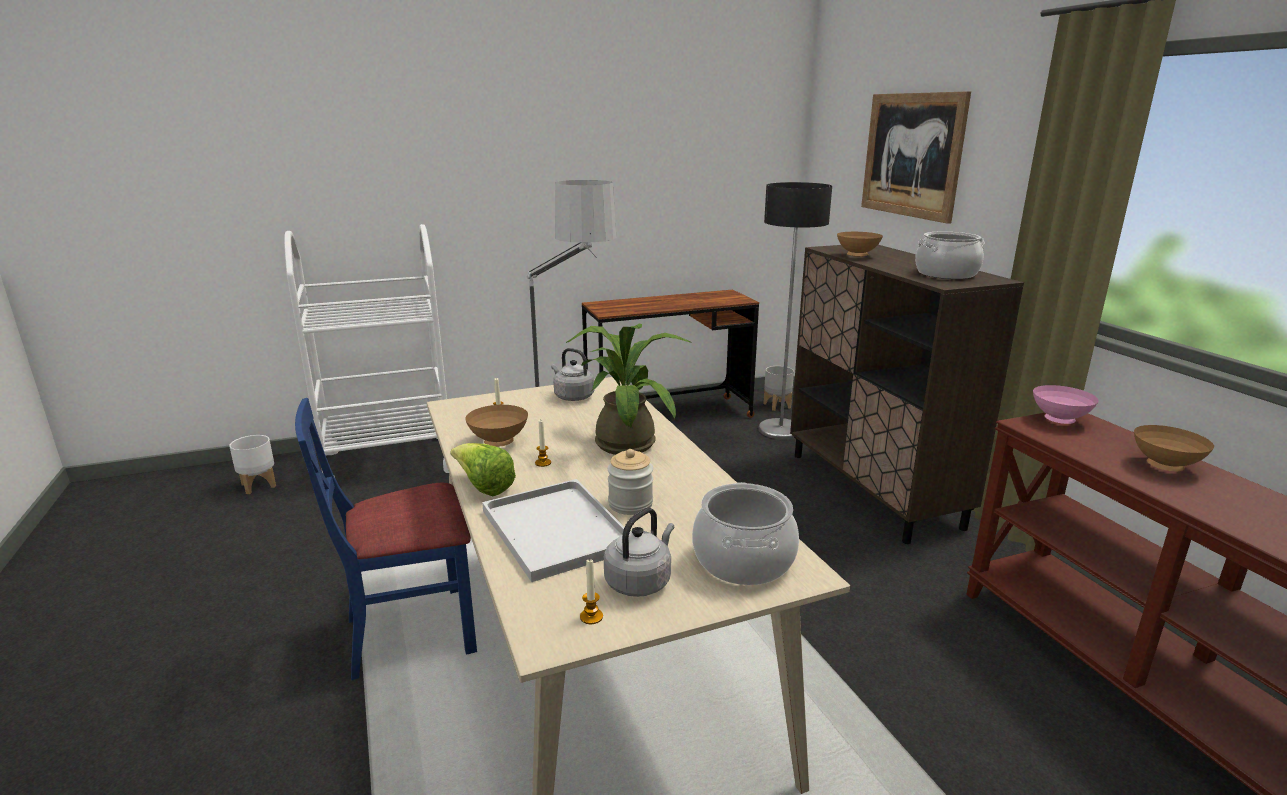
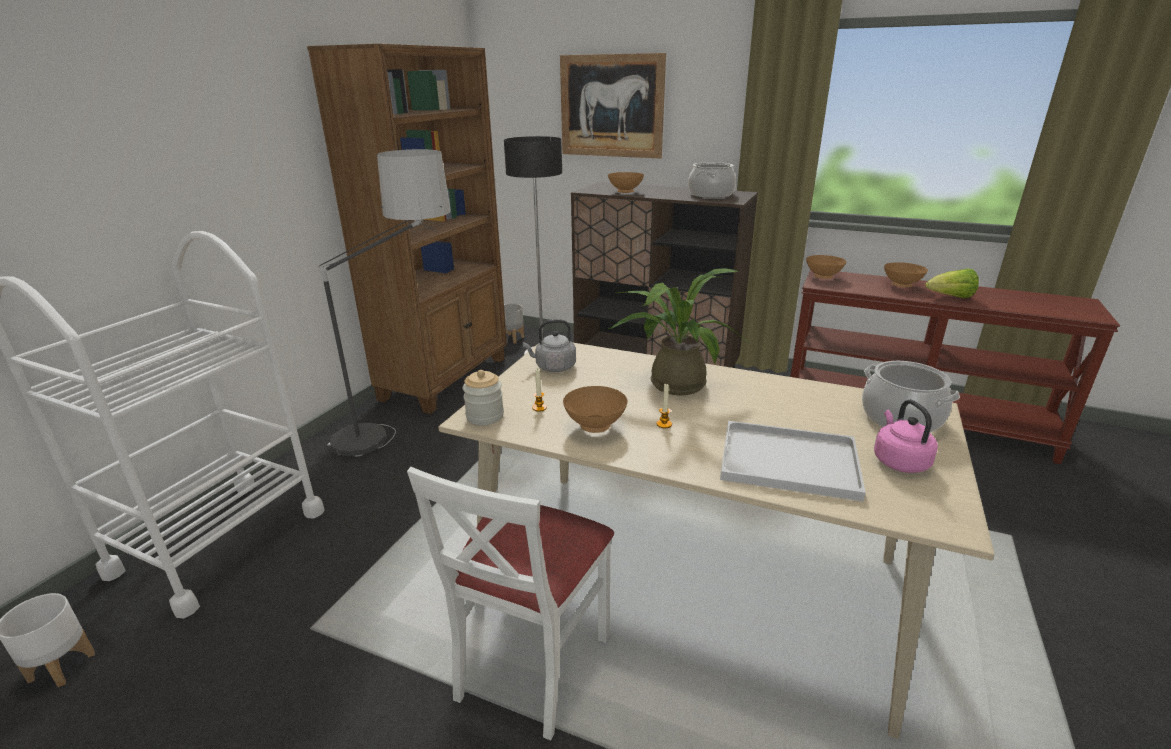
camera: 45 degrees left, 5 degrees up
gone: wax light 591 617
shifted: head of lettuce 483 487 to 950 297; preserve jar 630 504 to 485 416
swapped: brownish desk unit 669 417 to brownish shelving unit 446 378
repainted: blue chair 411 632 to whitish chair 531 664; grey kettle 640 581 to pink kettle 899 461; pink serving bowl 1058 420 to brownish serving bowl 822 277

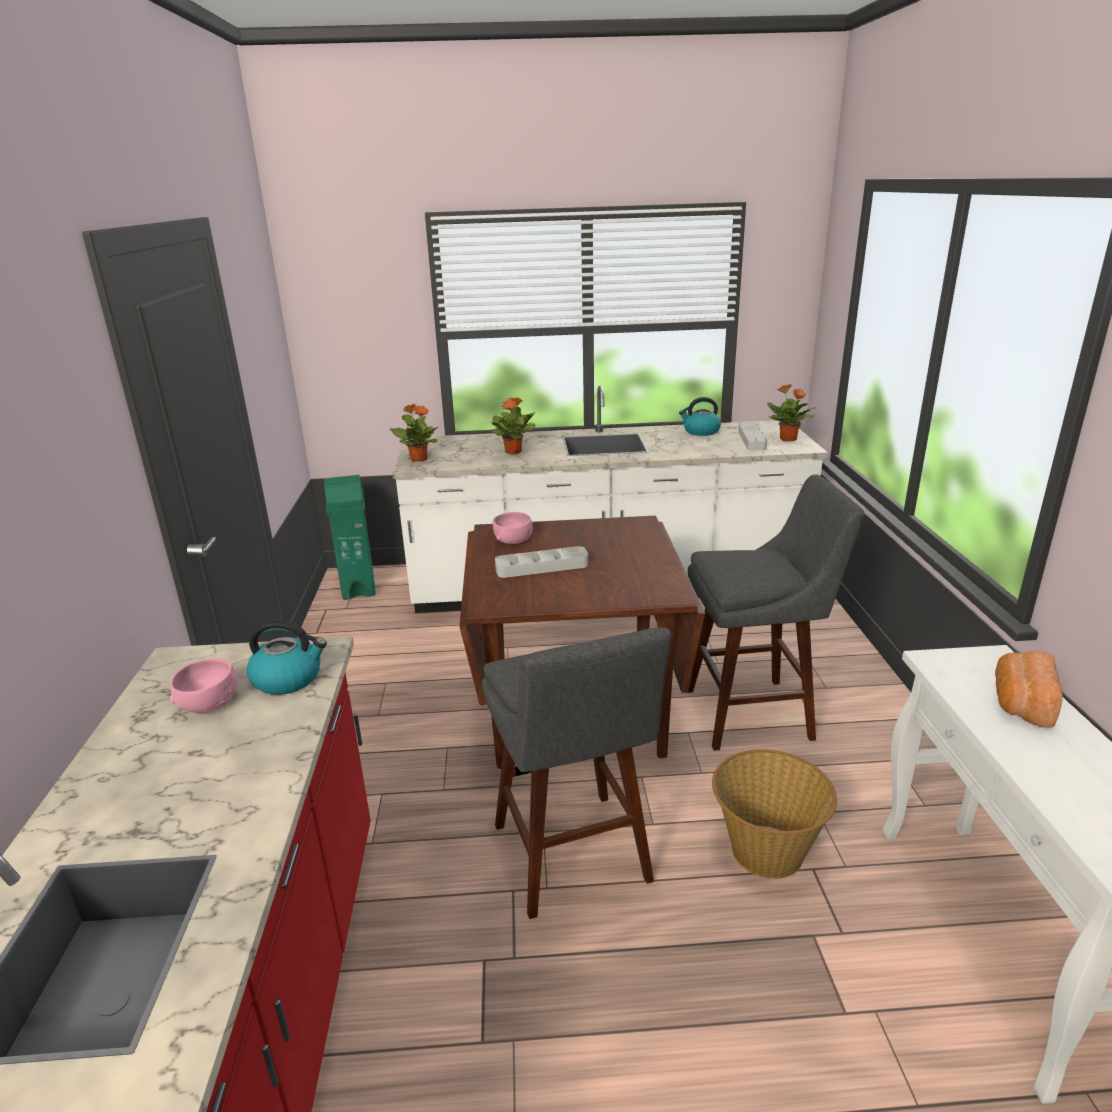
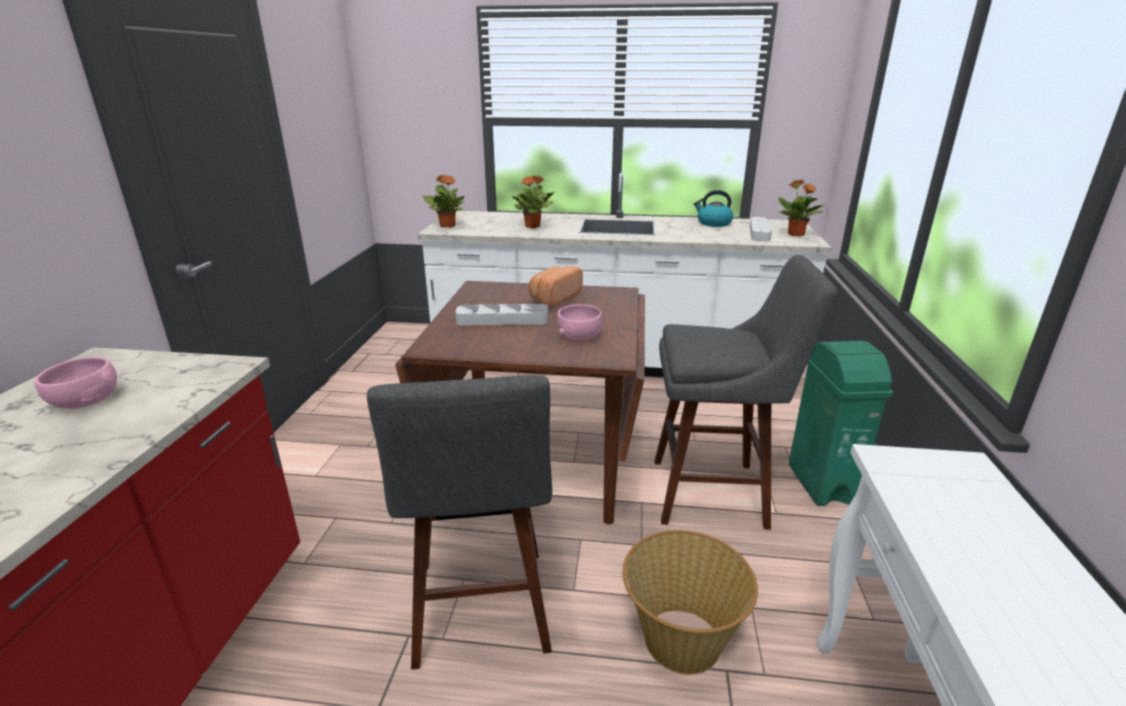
camera: 10 degrees right, 0 degrees up
gone: kettle 288 678
shifted: green rubbish bin 358 586 to 821 483; pink serving bowl 513 539 to 579 335; bread 1020 703 to 554 298

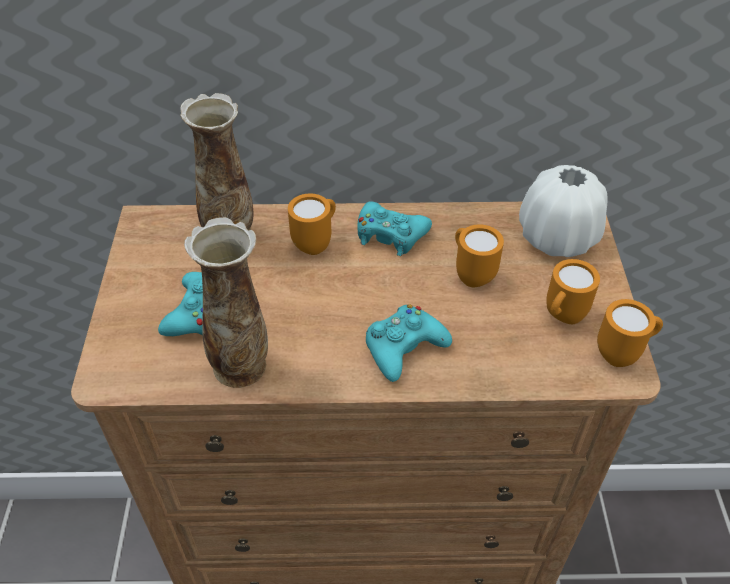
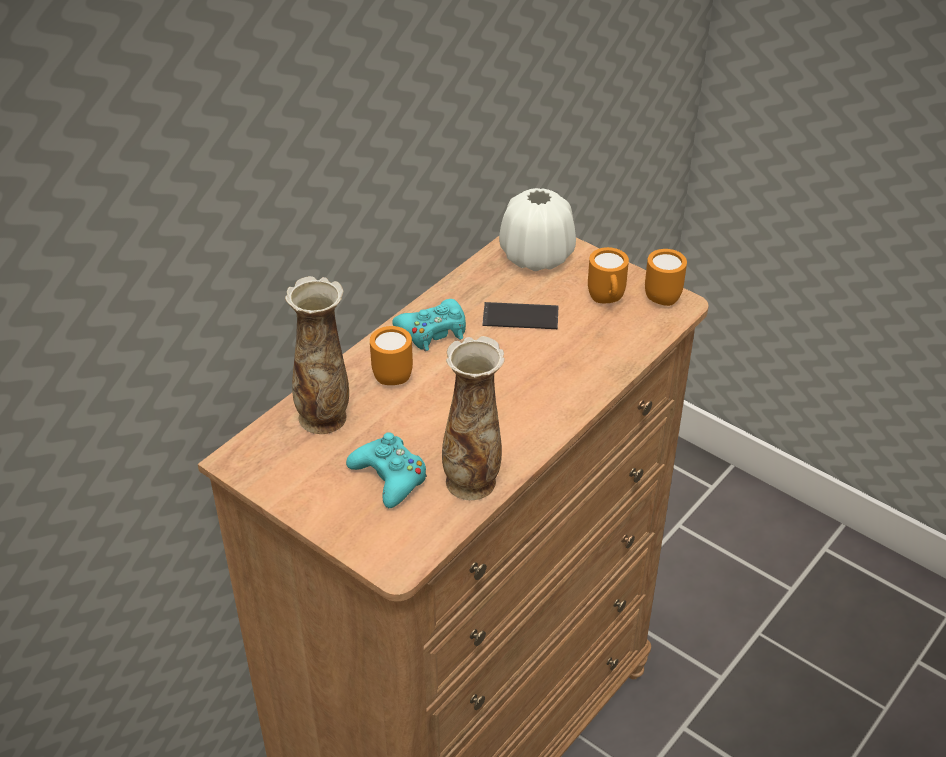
camera: 50 degrees left, 5 degrees down
gone: blue-green joypad 404 347
swapped: orange-coloured coffee mug 471 274 to handset 520 316

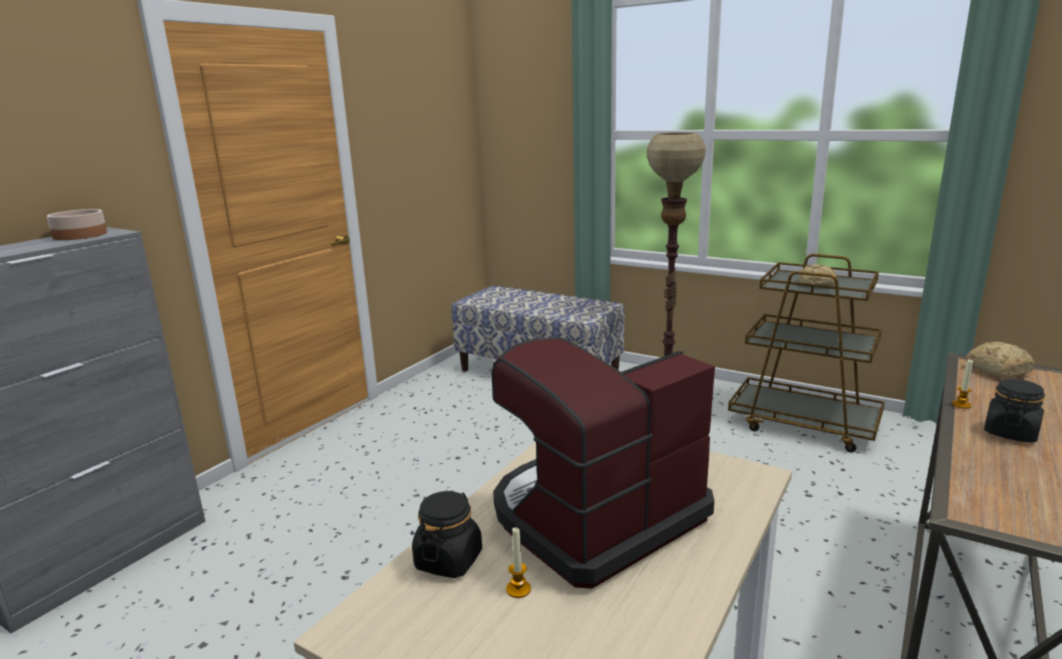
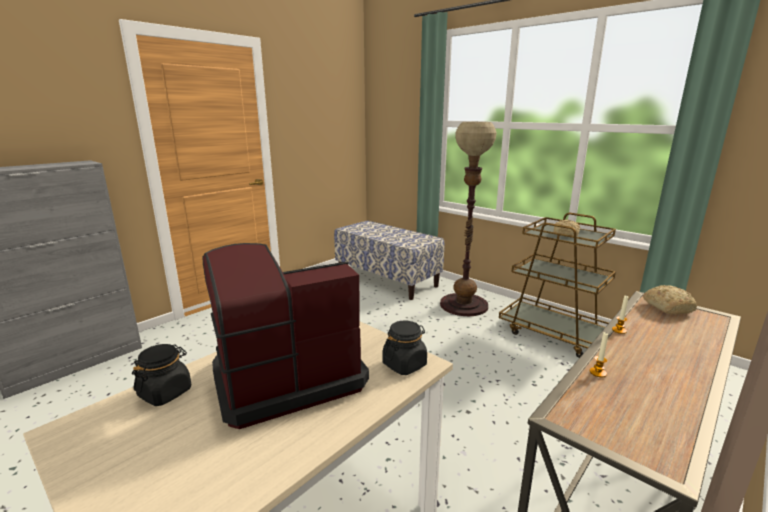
camera: 10 degrees right, 0 degrees up
gone: serving bowl 81 235
shifted: wax light 518 589 to 598 372; black preserve jar 1010 432 to 404 364

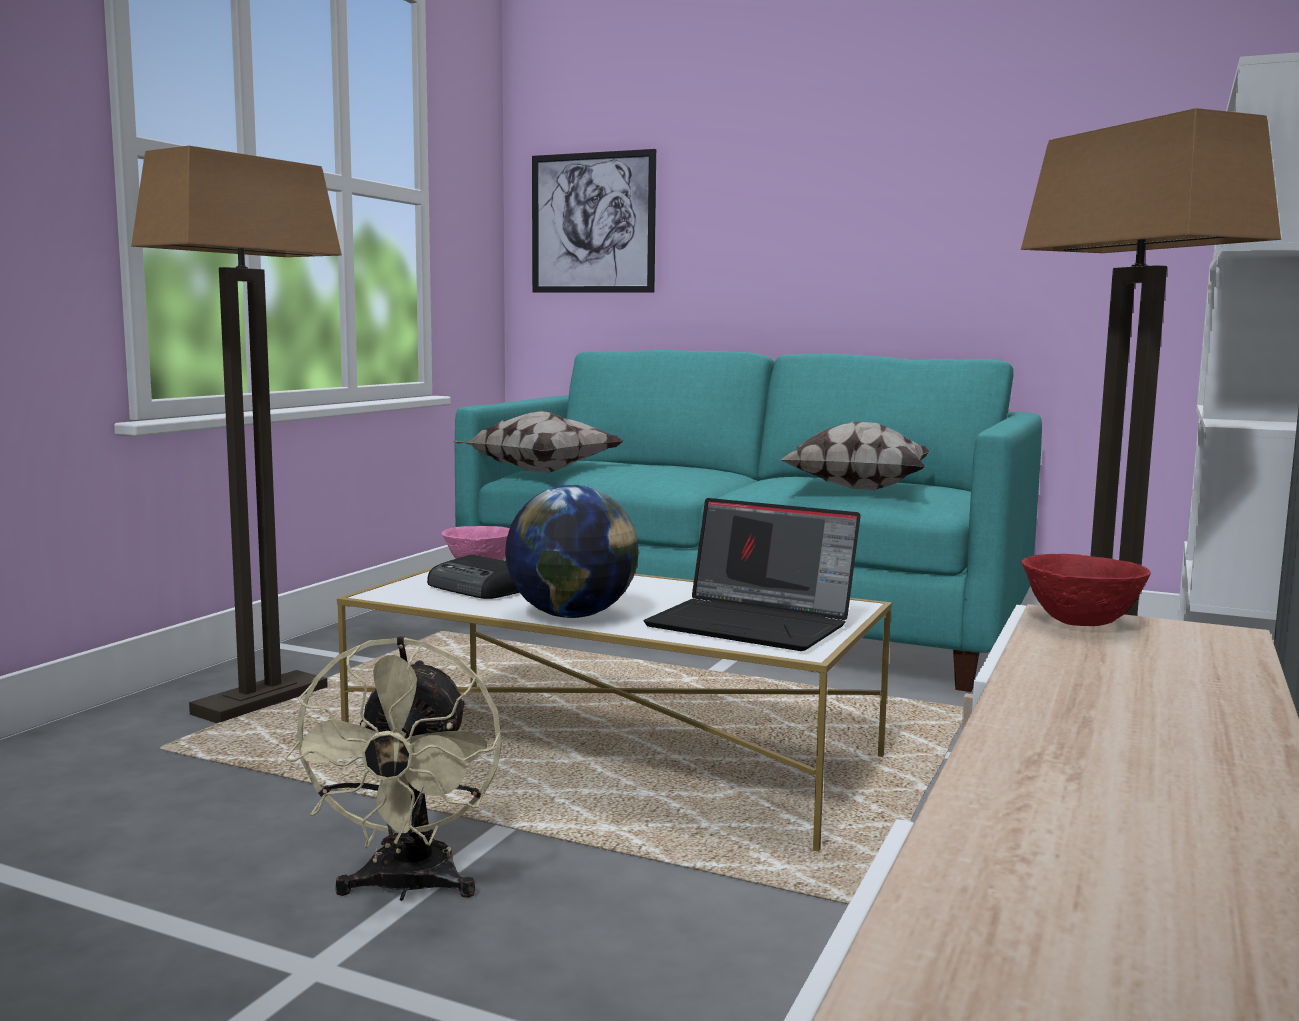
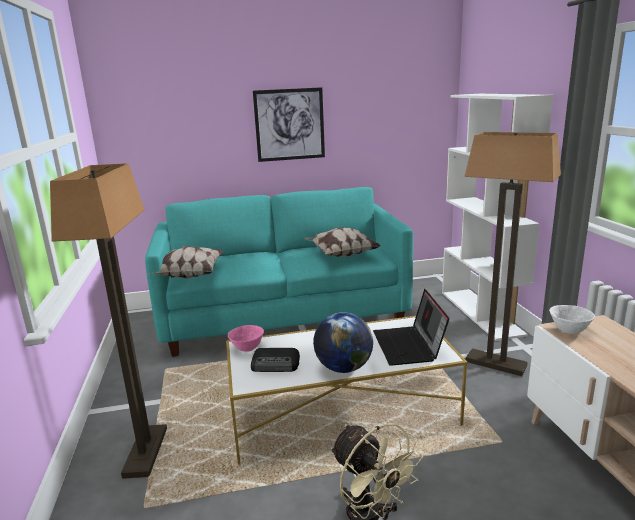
camera: 35 degrees left, 10 degrees up
shifted: picture 593 223 to 289 124
repainted: red serving bowl 1080 623 to whitish serving bowl 568 330
rotated: laptop 754 624 = 409 346 90 degrees clockwise

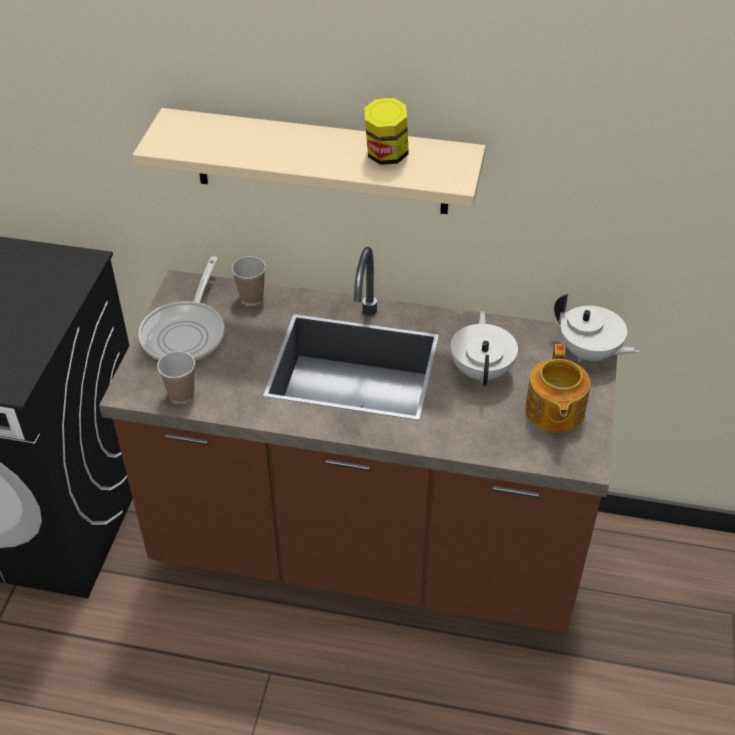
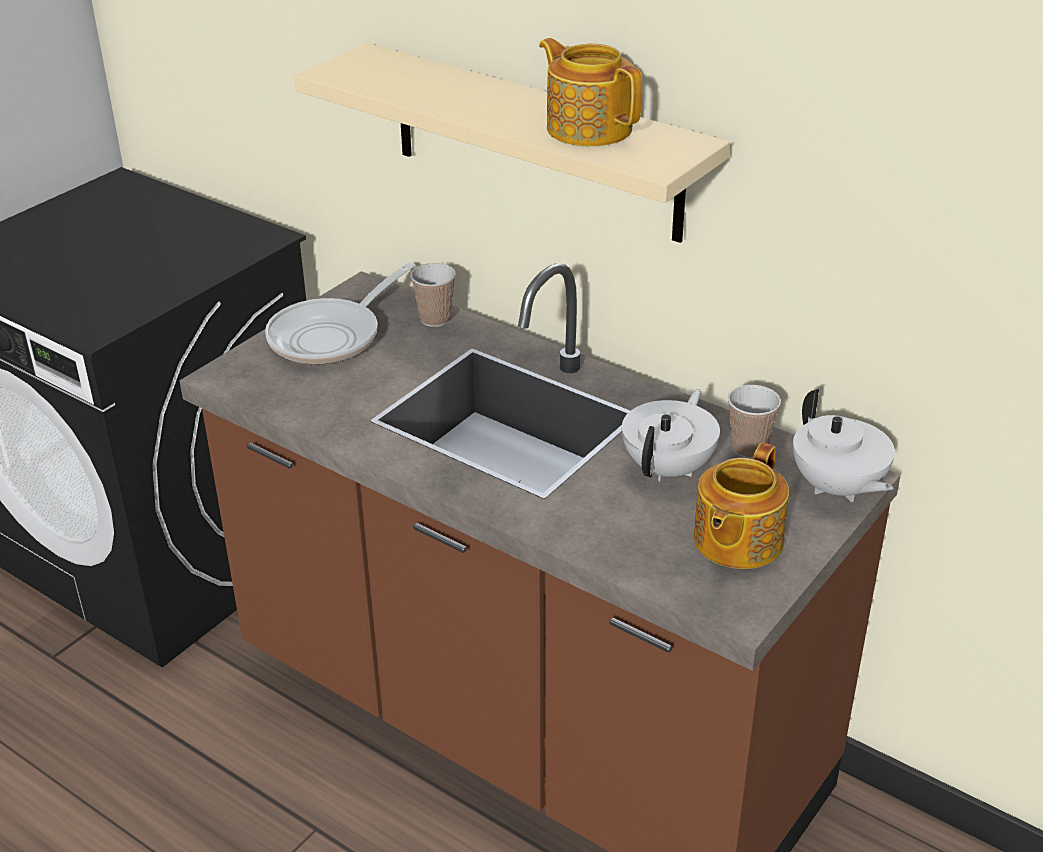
camera: 25 degrees right, 10 degrees down
shifted: cup 181 394 to 749 448
swapped: preserve jar 386 156 to tea pot 588 128

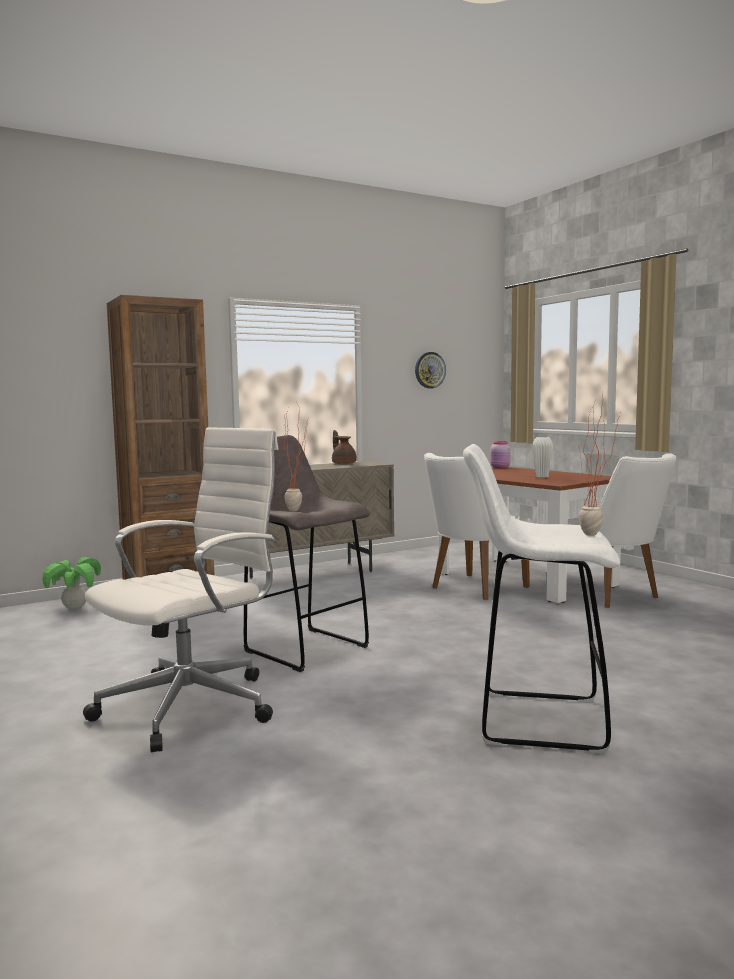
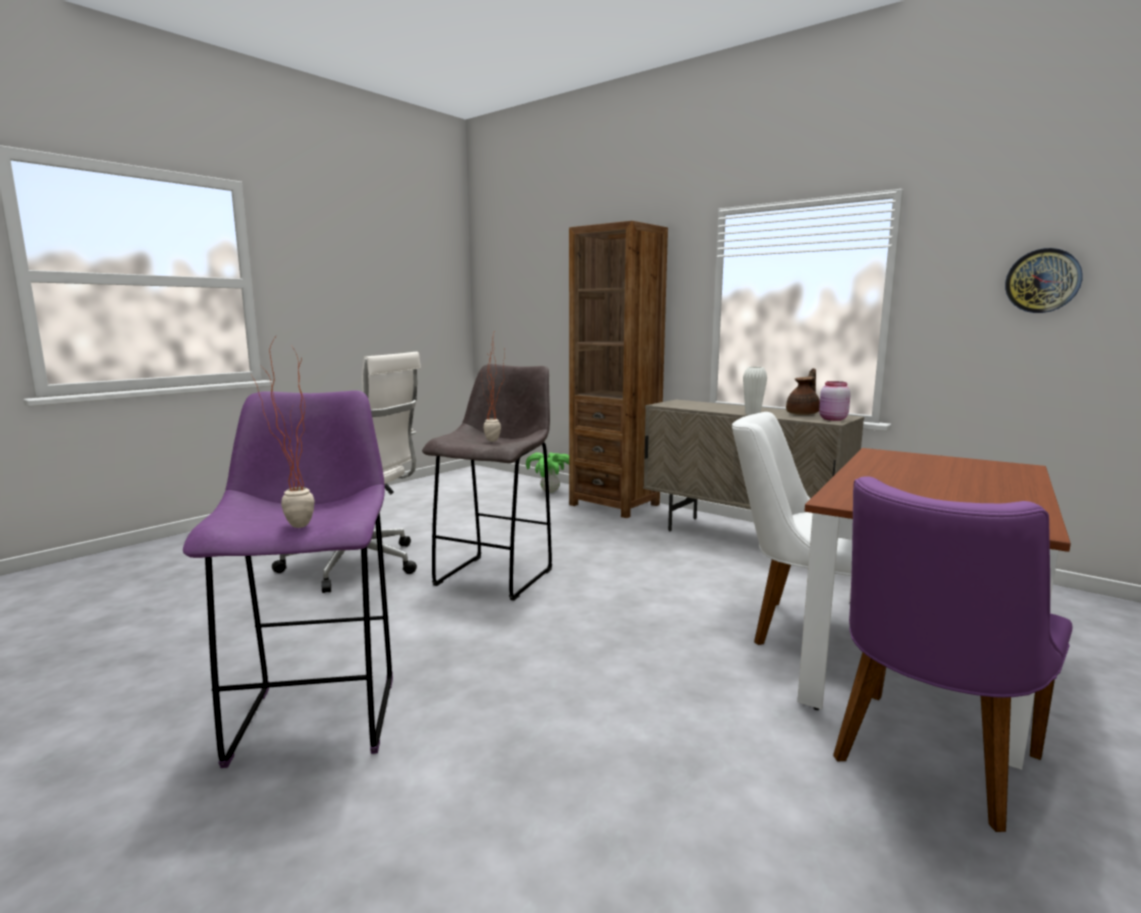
camera: 70 degrees right, 5 degrees up
shifted: pink preserve jar 500 467 to 832 419; whitish decorative vase 542 476 to 752 414
repainted: whitish sitting stool 536 720 to purple sitting stool 317 715; whitish chair 613 596 to purple chair 926 764

